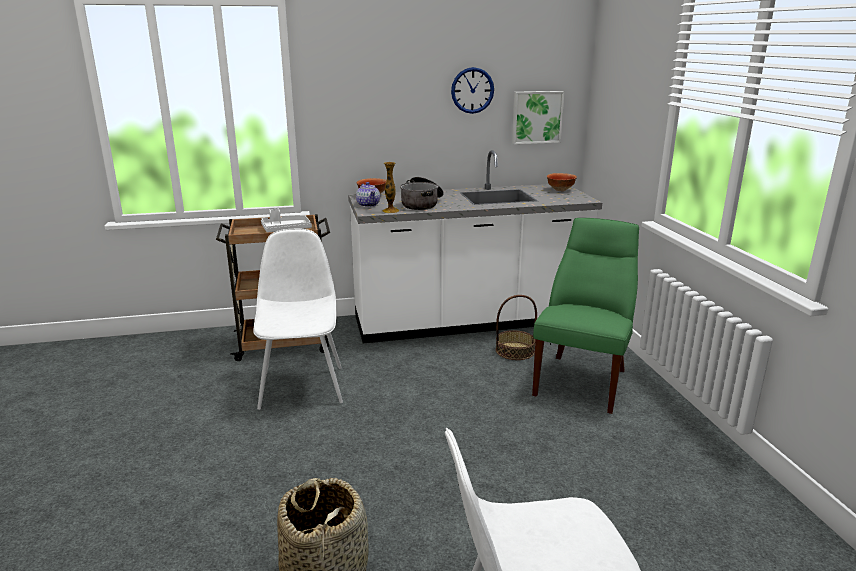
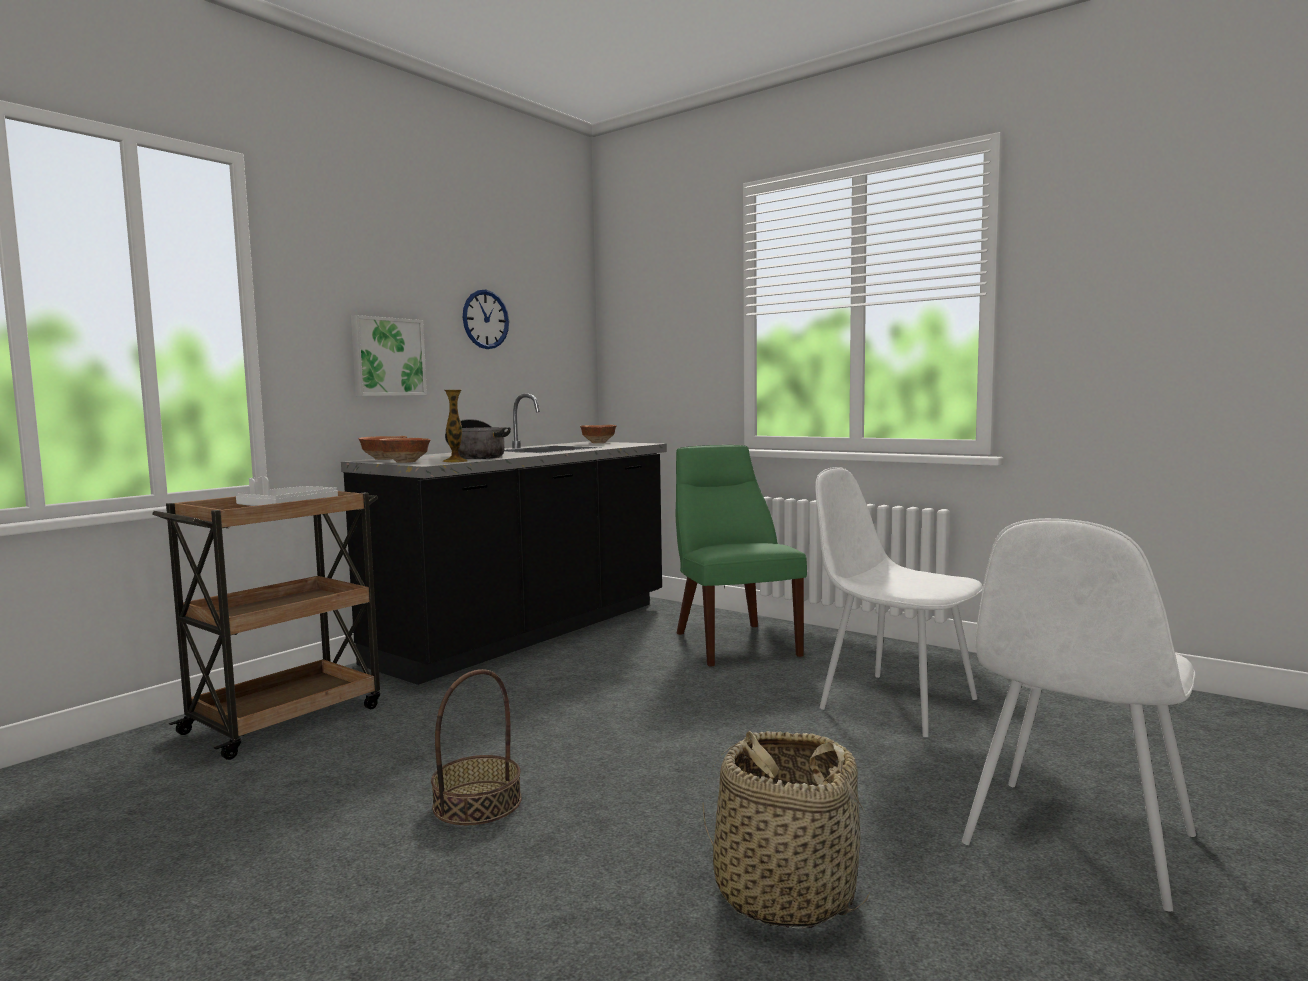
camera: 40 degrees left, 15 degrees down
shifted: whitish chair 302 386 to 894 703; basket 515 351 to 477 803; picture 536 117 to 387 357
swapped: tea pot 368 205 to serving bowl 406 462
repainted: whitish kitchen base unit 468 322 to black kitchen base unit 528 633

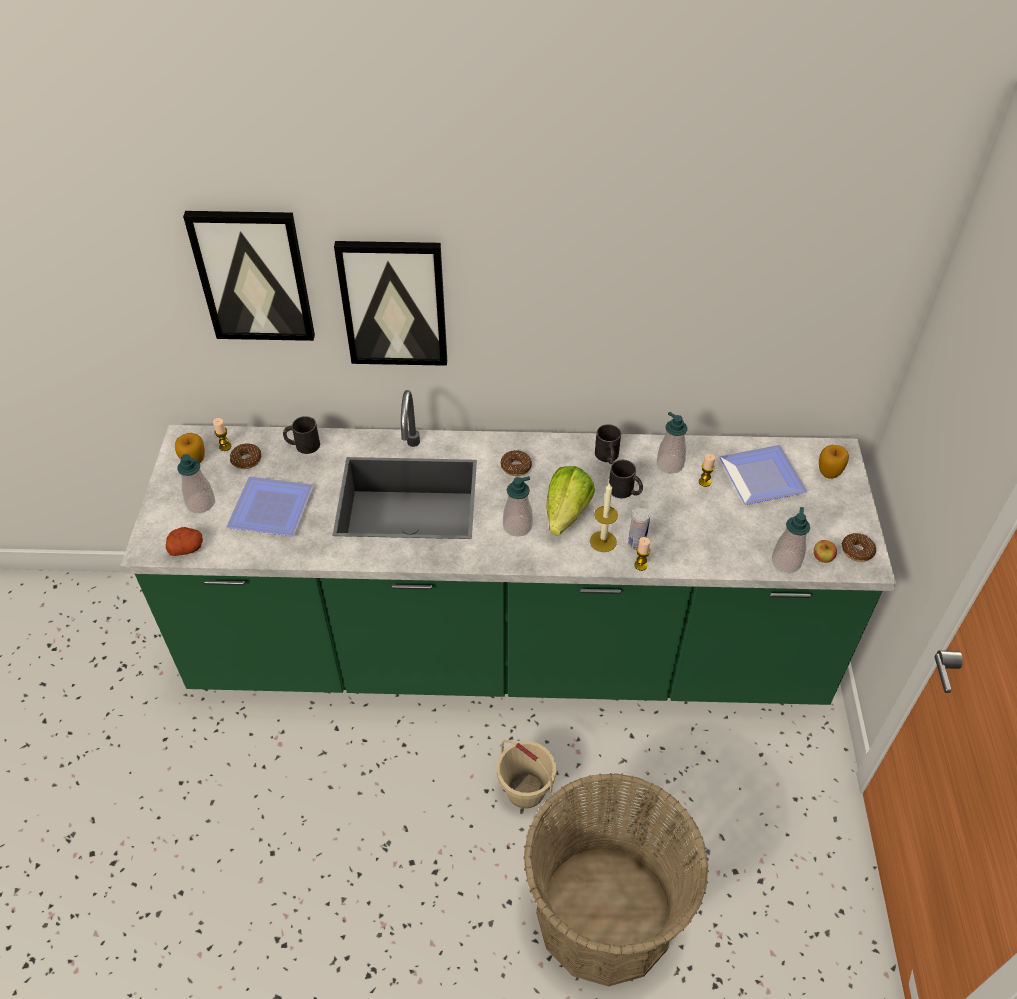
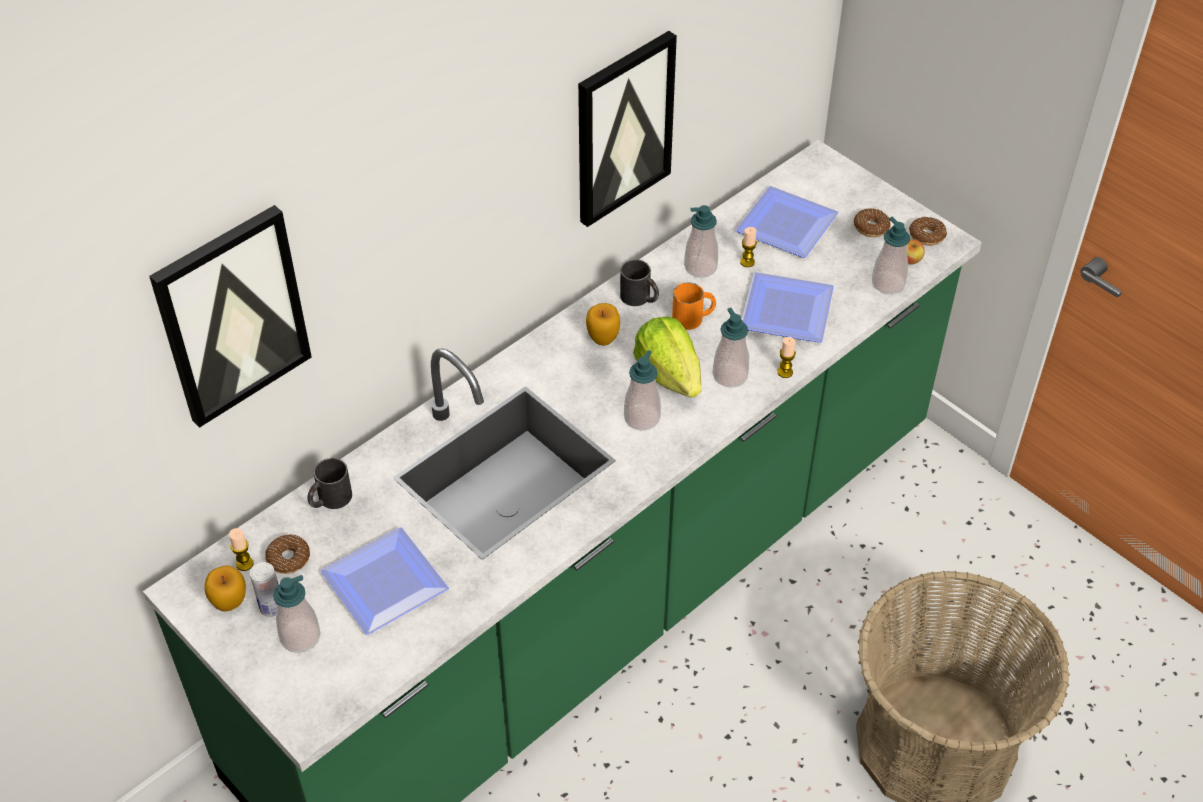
camera: 45 degrees left, 0 degrees up
gone: potato 187 548; beige-coloured water bucket 526 790
new: dinner plate 789 313
shifted: picture 394 303 to 623 128; donut 516 467 to 871 227; metal can 636 544 to 272 608; whole apple 829 473 to 603 338
swapped: wax light 603 541 to liquid soap bottle 730 375
repainted: black coffee mug 625 491 to orange-coloured coffee mug 693 318

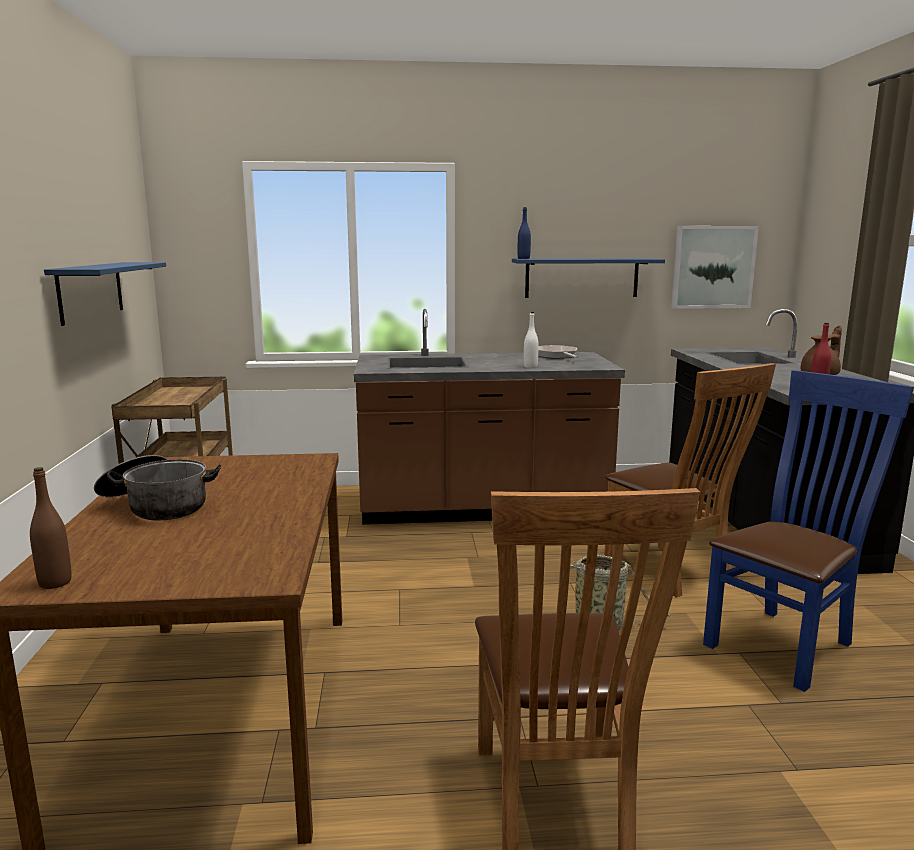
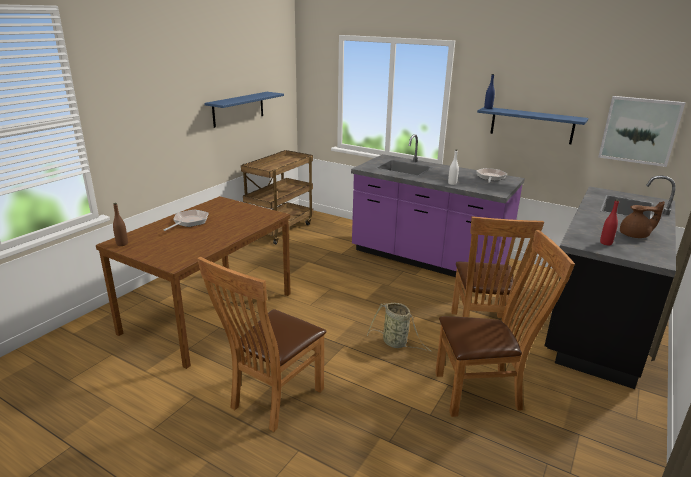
camera: 35 degrees right, 10 degrees up
swapped: stockpot 157 506 to frying pan 189 222
repainted: brownish kitchen base unit 482 508 to purple kitchen base unit 427 260; blue chair 786 643 to brownish chair 483 392

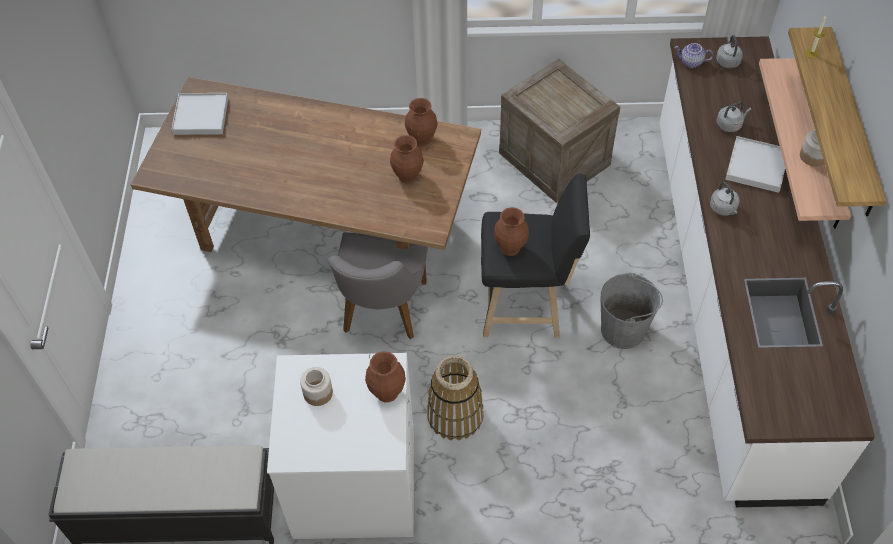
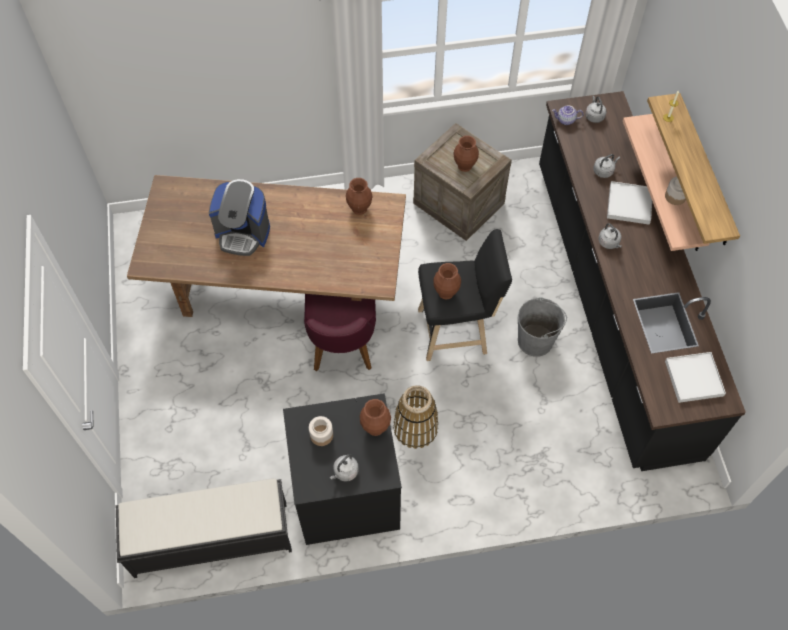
camera: 10 degrees left, 5 degrees up
new: coffee machine 243 233; grey kettle 345 472
shifted: whitish carrying tray 201 116 to 693 378; brownish decorative vase 407 176 to 464 166
repainted: whitish washing machine 354 484 to black washing machine 346 494; grey chair 381 313 to purple chair 342 352; whitish kitchen base unit 728 297 to black kitchen base unit 612 304

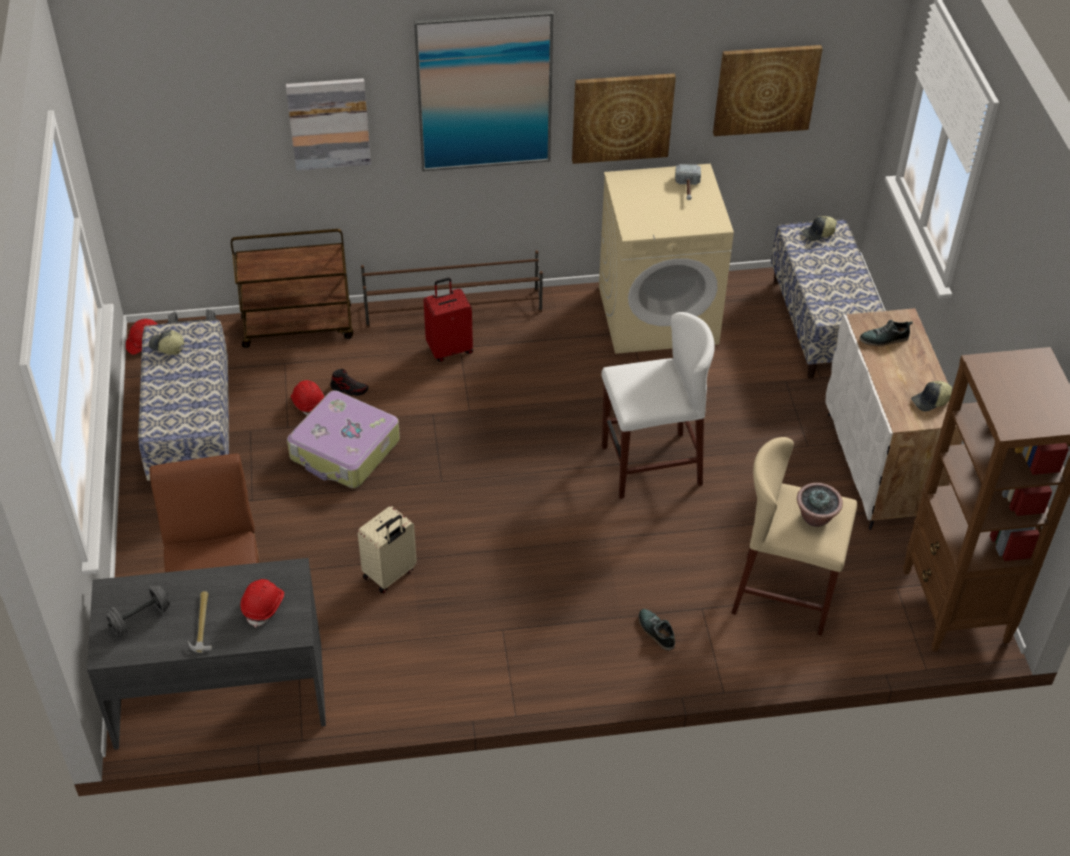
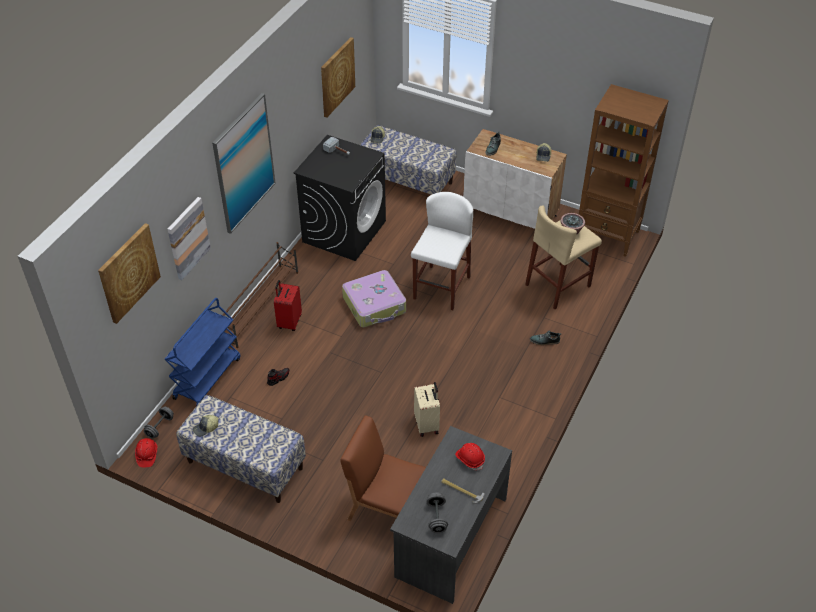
camera: 55 degrees left, 0 degrees up
gone: red work helmet 308 403
shifted: travel case 345 450 to 375 305; picture 622 117 to 128 272
repainted: brownish cart 298 327 to blue cart 207 377; beige-coloured washing machine 658 314 to black washing machine 344 231

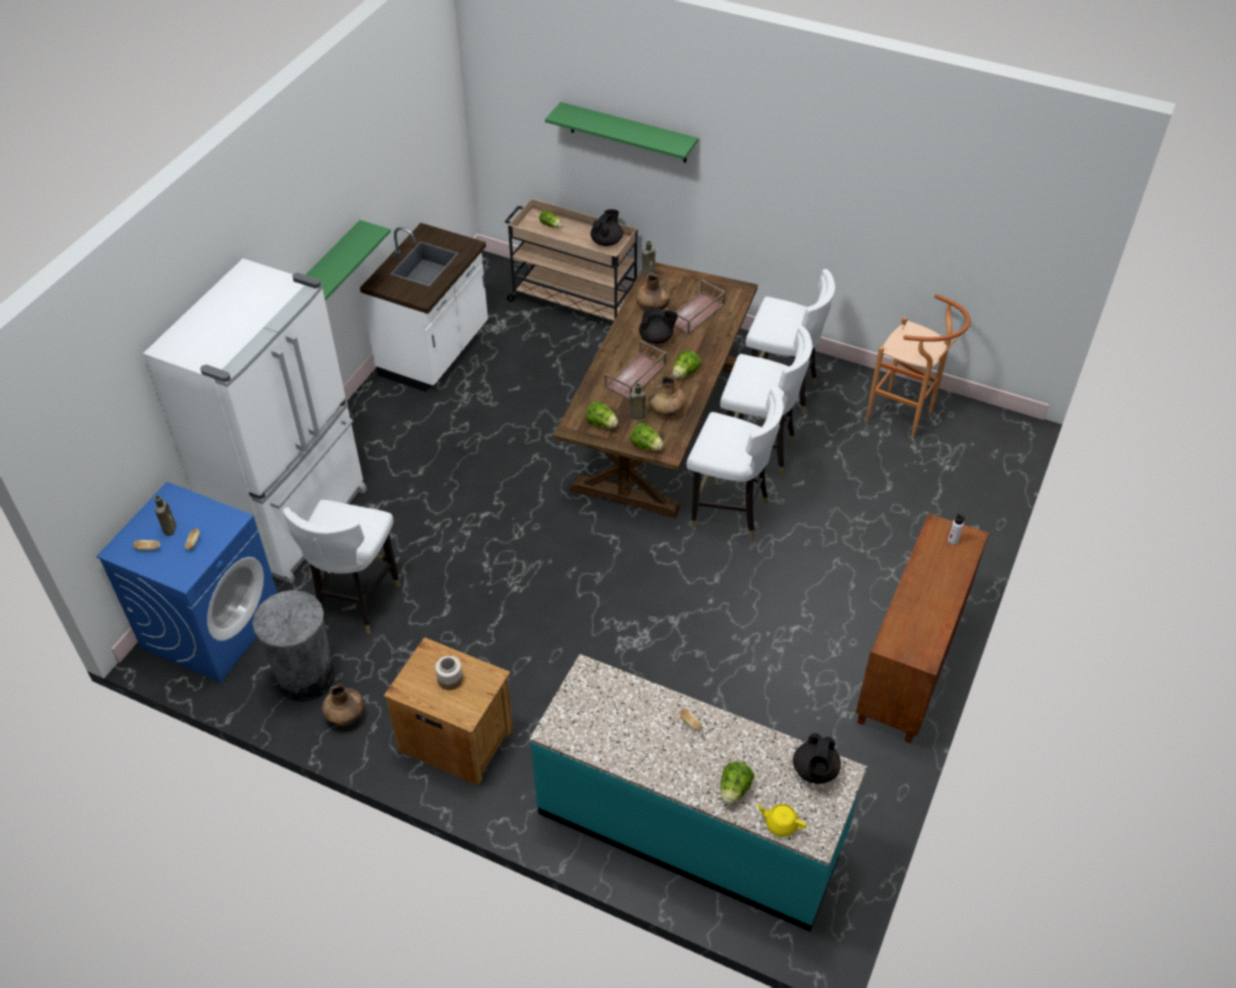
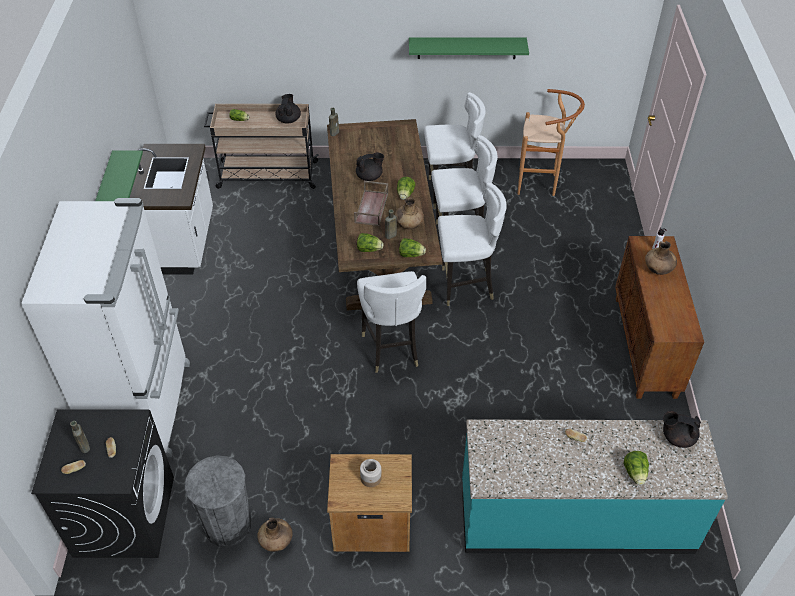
camera: 25 degrees left, 0 degrees up
gone: brownish carrying tray 694 313; yellowish tea pot 780 824
shifted: whitish chair 356 600 to 391 348; green wall shelf 628 133 to 467 48; brownish decorative vase 653 308 to 658 269
repainted: blue washing machine 212 626 to black washing machine 124 515
rotated: black tea pot 815 771 = 677 437 120 degrees clockwise

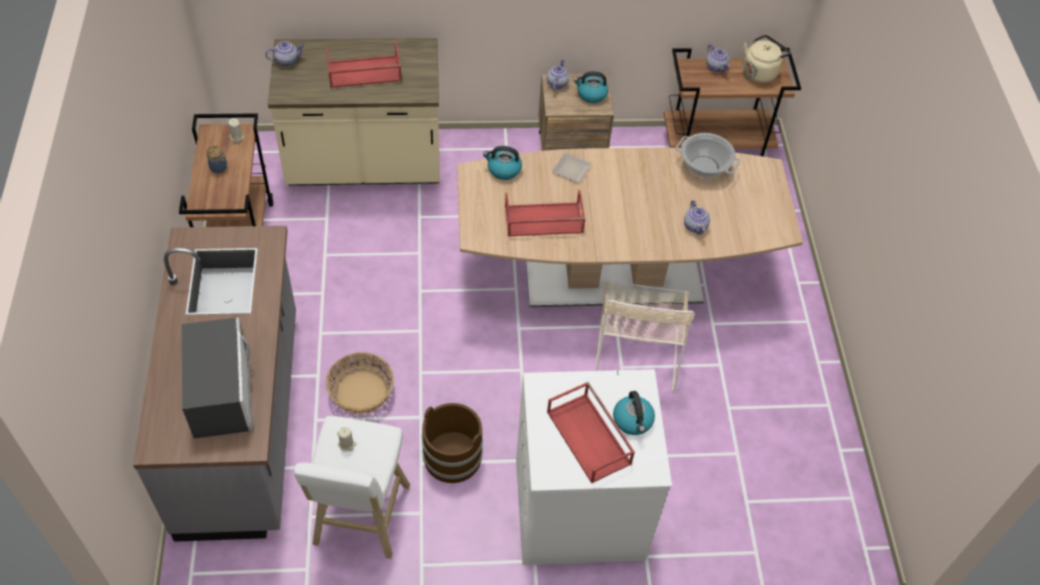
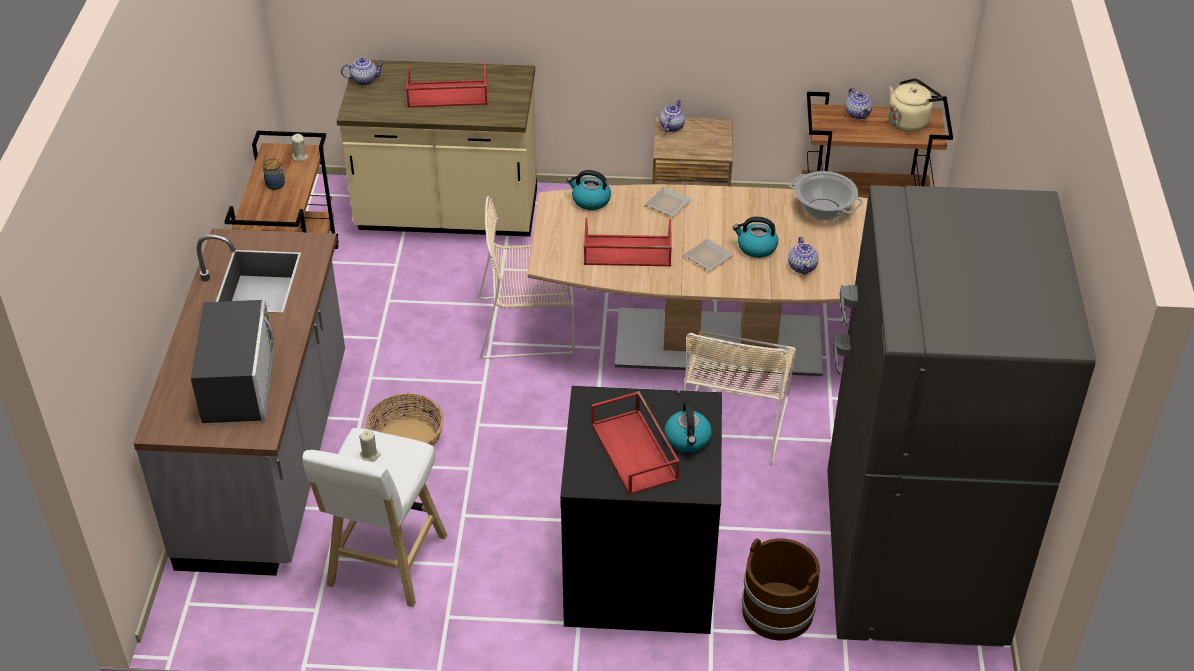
camera: 10 degrees right, 10 degrees down
new: beige-coloured chair 530 325; dinner plate 706 257; grey fridge 911 561
shifted: brownish water bucket 452 457 to 777 611; kettle 591 94 to 756 247
repainted: whitish washing machine 578 509 to black washing machine 638 575

